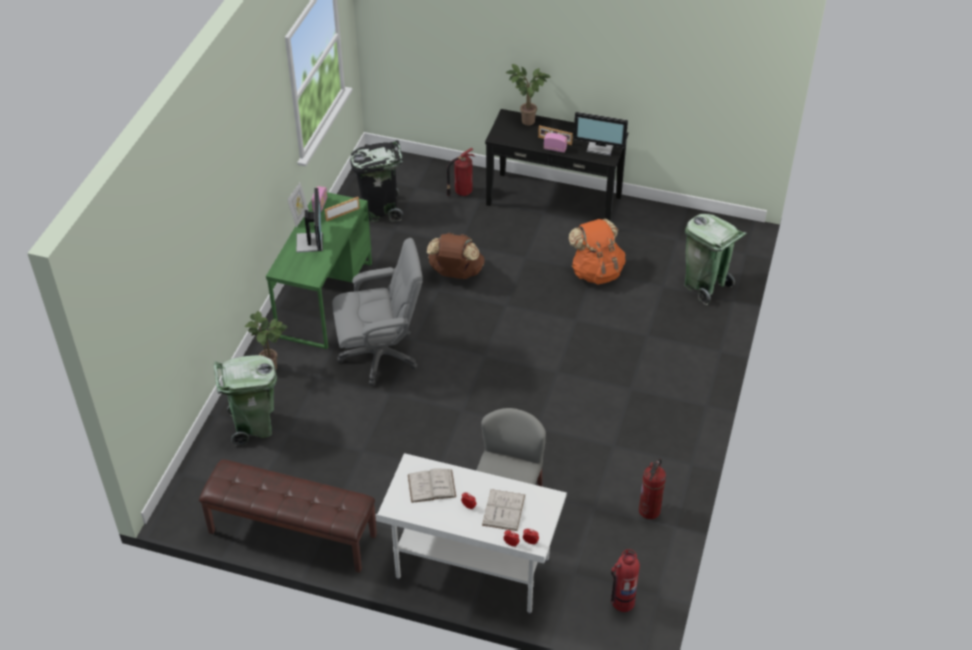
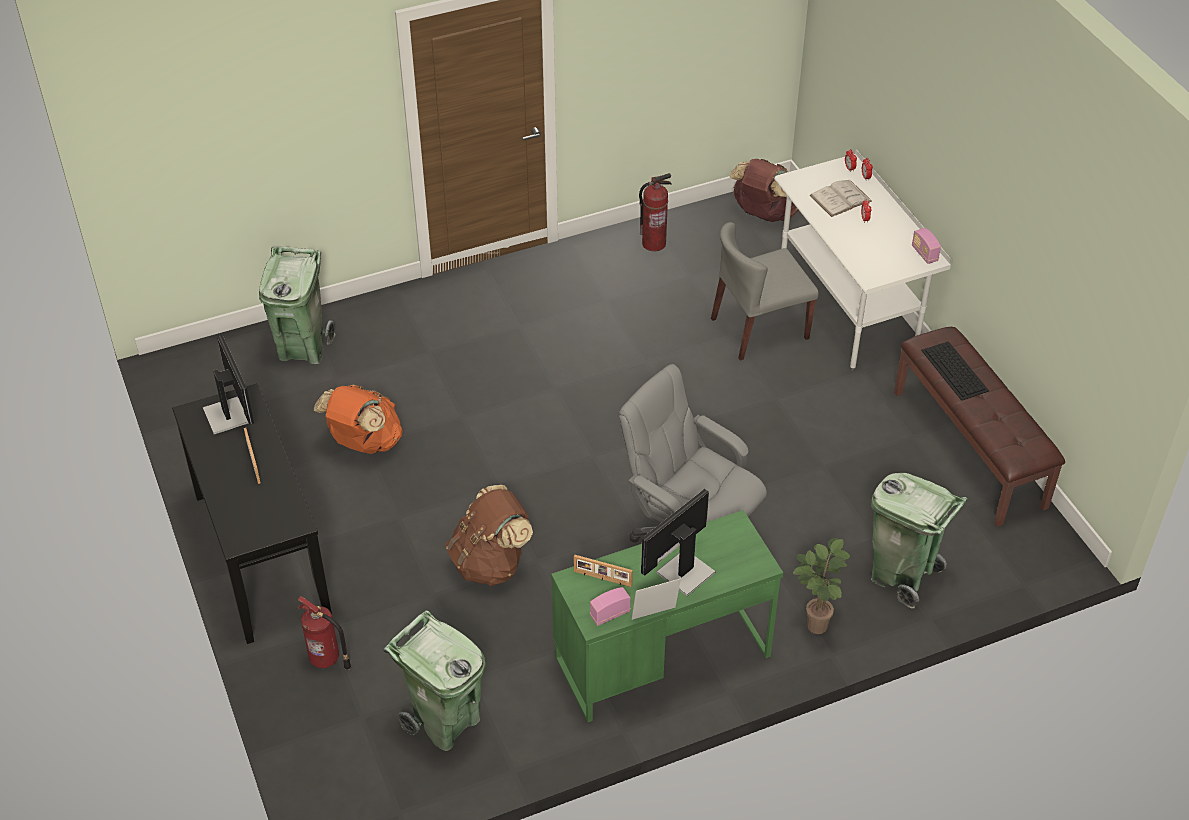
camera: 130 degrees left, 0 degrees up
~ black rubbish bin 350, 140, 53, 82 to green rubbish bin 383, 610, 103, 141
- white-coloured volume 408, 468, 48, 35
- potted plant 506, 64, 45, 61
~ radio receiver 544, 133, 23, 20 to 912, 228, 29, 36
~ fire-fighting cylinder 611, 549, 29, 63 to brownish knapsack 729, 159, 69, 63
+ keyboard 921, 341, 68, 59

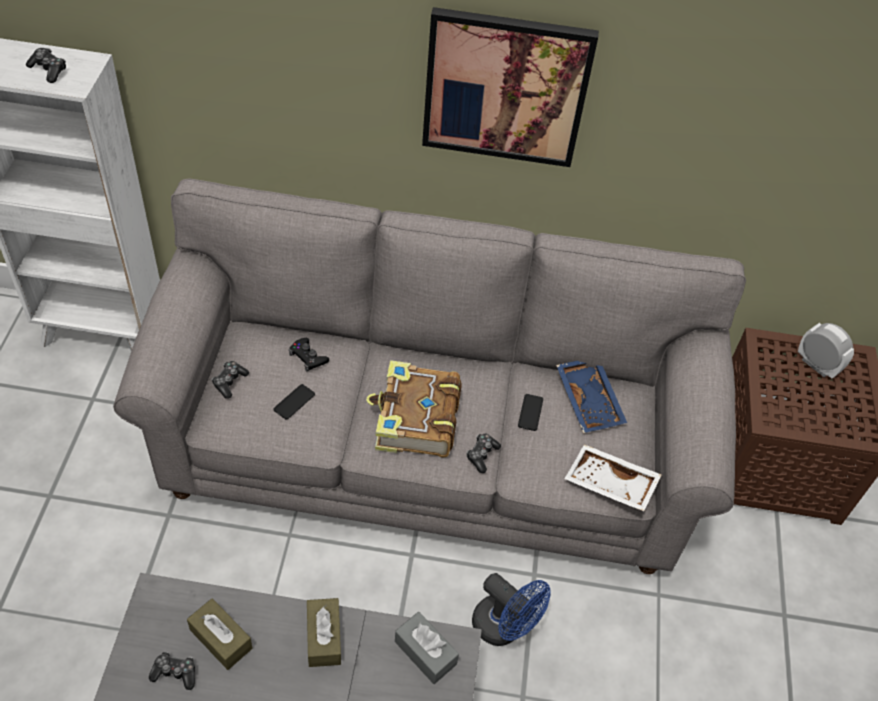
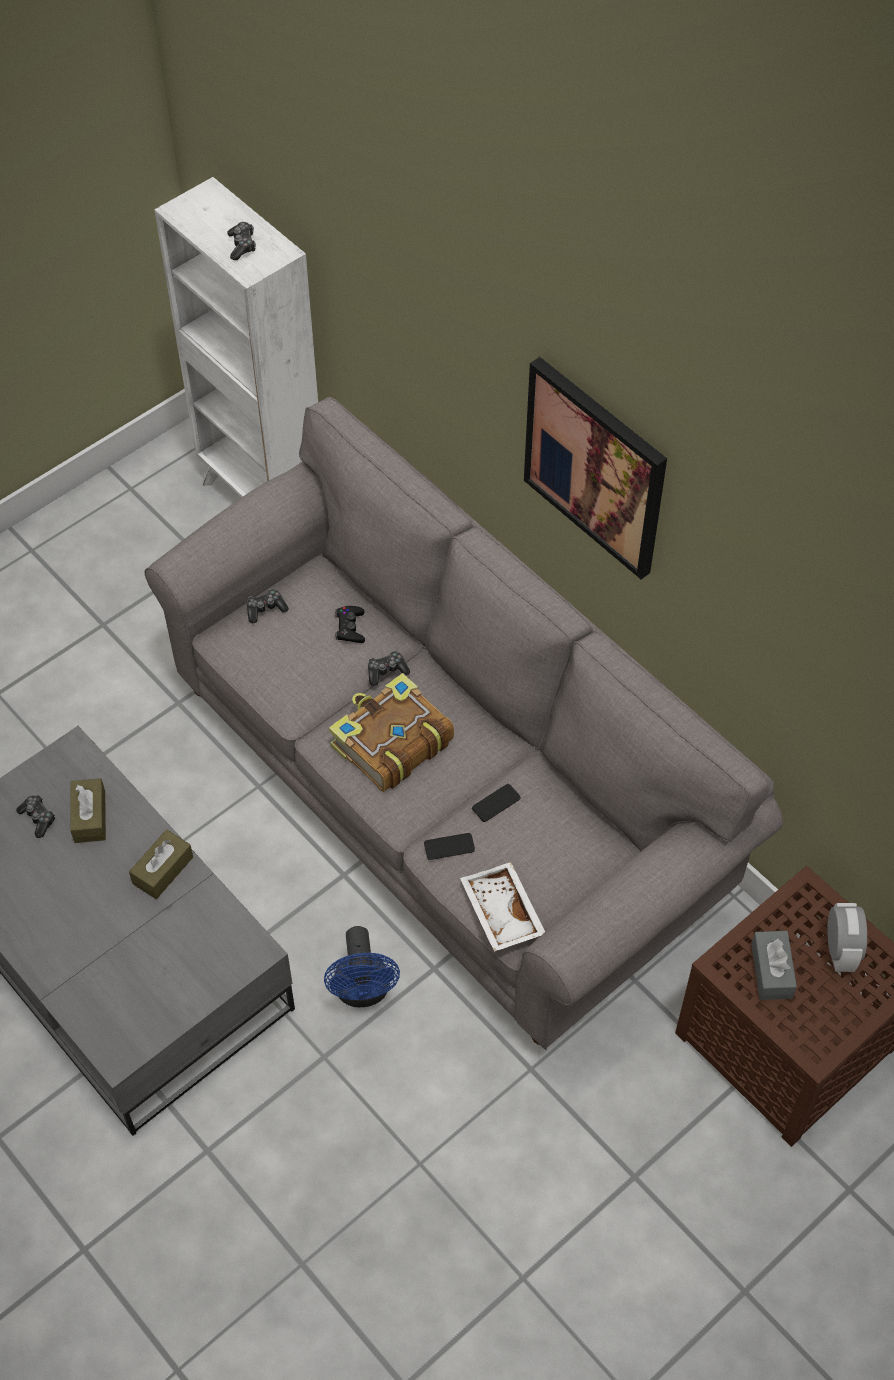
camera: 45 degrees right, 5 degrees up
~ telephone 273, 384, 42, 36 to 424, 833, 51, 27
~ grey tissue holder 395, 612, 64, 72 to 751, 931, 46, 69
~ gamepad 466, 434, 35, 39 to 368, 651, 42, 35
- bluish tray 556, 361, 71, 72

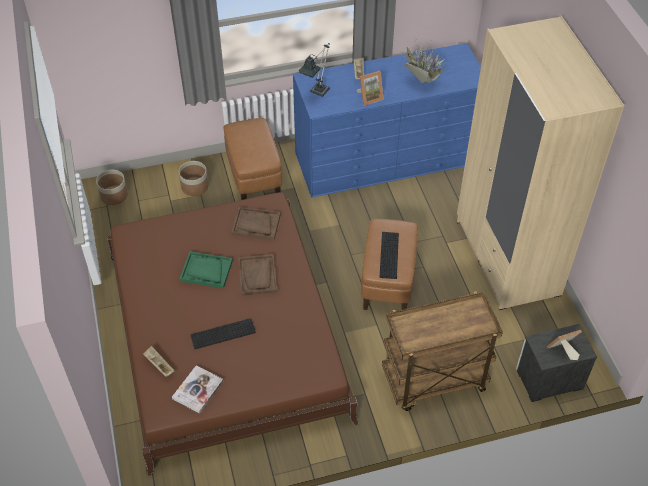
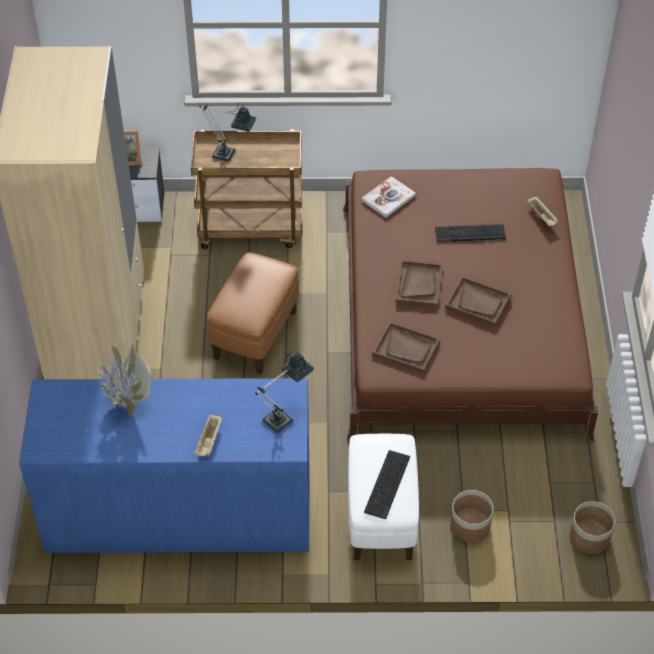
camera: 165 degrees left, 0 degrees up
~ volume 172, 365, 51, 49 to 362, 176, 54, 42
~ green tray 179, 251, 54, 37 to brownish tray 445, 276, 67, 50
~ brownish ottoman 224, 118, 58, 82 to white-coloured ottoman 348, 434, 71, 126
- standing frame 357, 71, 27, 35
~ keyboard 379, 232, 20, 47 to 364, 450, 46, 69
+ table lamp 199, 103, 57, 59

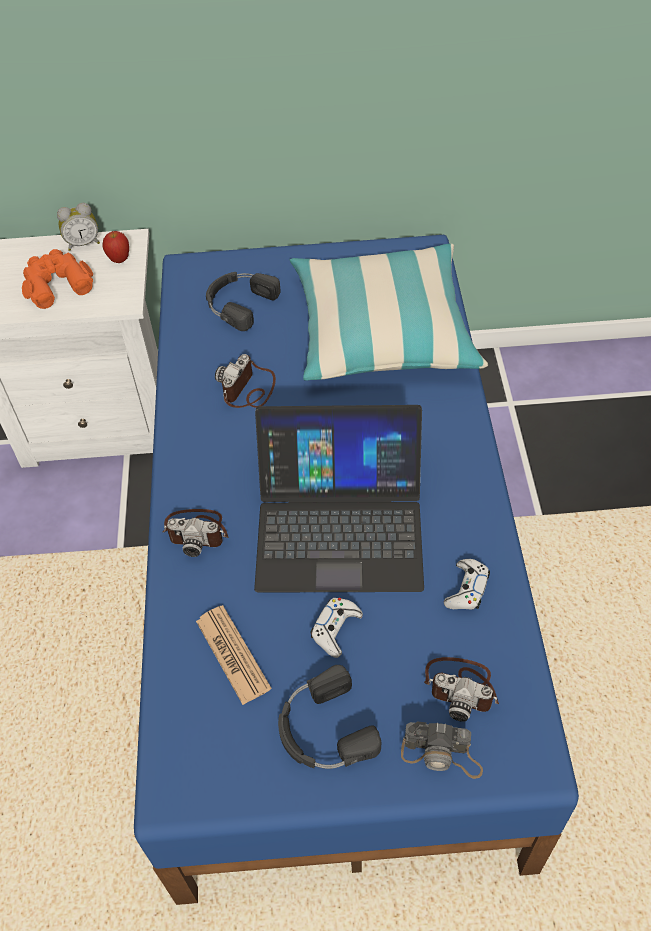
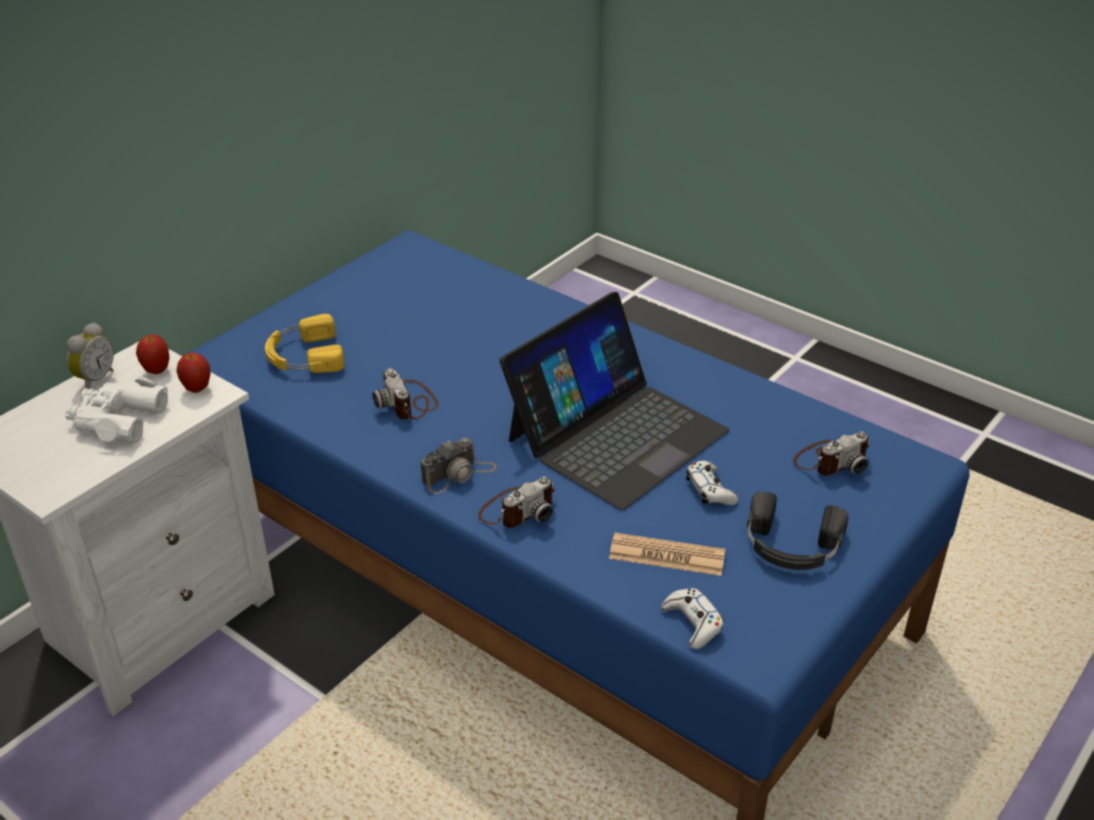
camera: 50 degrees left, 15 degrees down
~ orange-coloured pair of binoculars 22, 249, 71, 60 to white-coloured pair of binoculars 65, 377, 103, 66
~ black headphones 206, 272, 75, 59 to yellow headphones 265, 314, 79, 59
- throw pillow 290, 244, 198, 137
~ still camera 401, 721, 82, 58 to 421, 437, 76, 57
~ white-coloured gamepad 444, 559, 46, 50 to 661, 588, 63, 61
+ apple fruit 176, 353, 35, 40

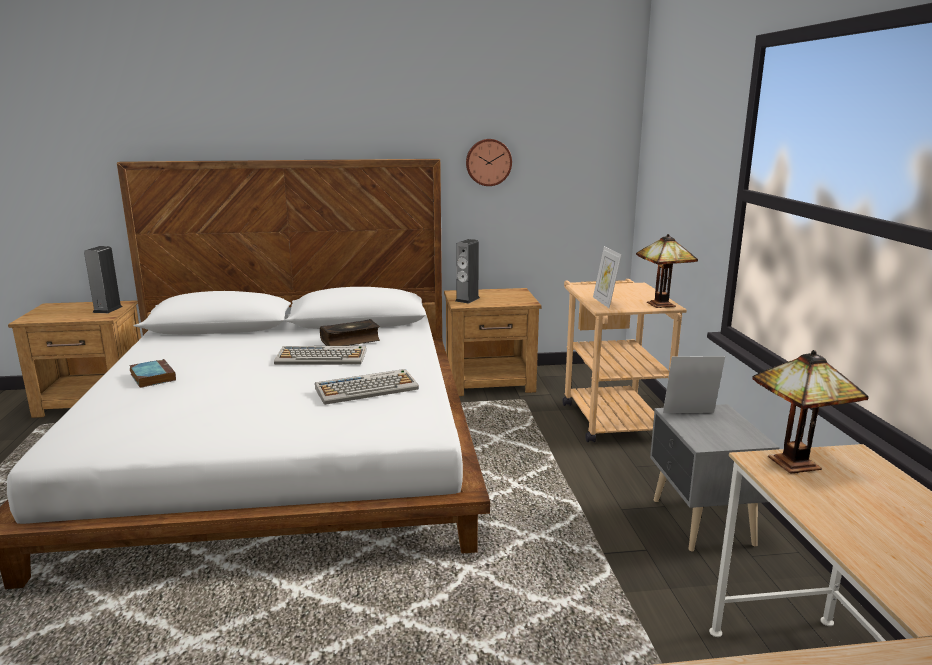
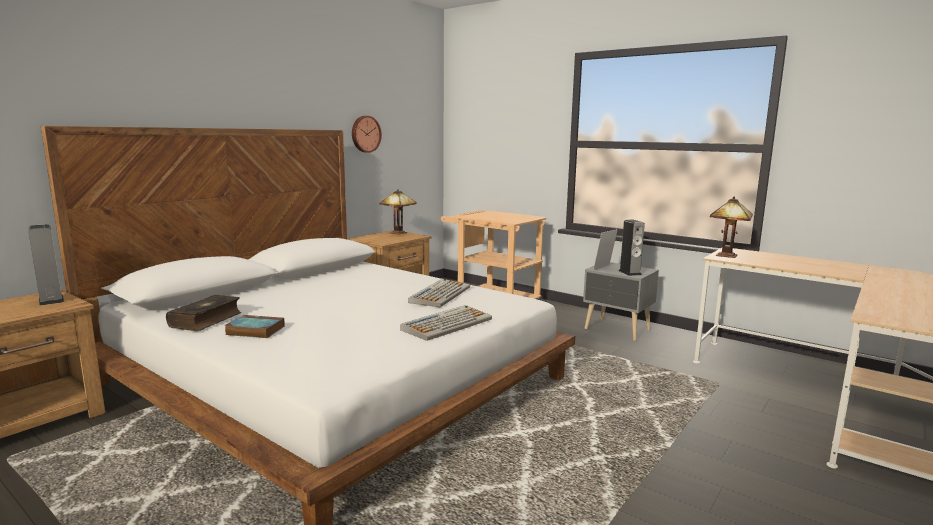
camera: 45 degrees left, 5 degrees down
~ keyboard 274, 346, 92, 19 to 400, 305, 92, 36
~ volume 320, 319, 60, 27 to 166, 295, 75, 36
~ audio speaker 455, 239, 25, 65 to 619, 220, 26, 56
- standing frame 593, 246, 29, 62
~ table lamp 636, 234, 62, 74 to 379, 189, 38, 46

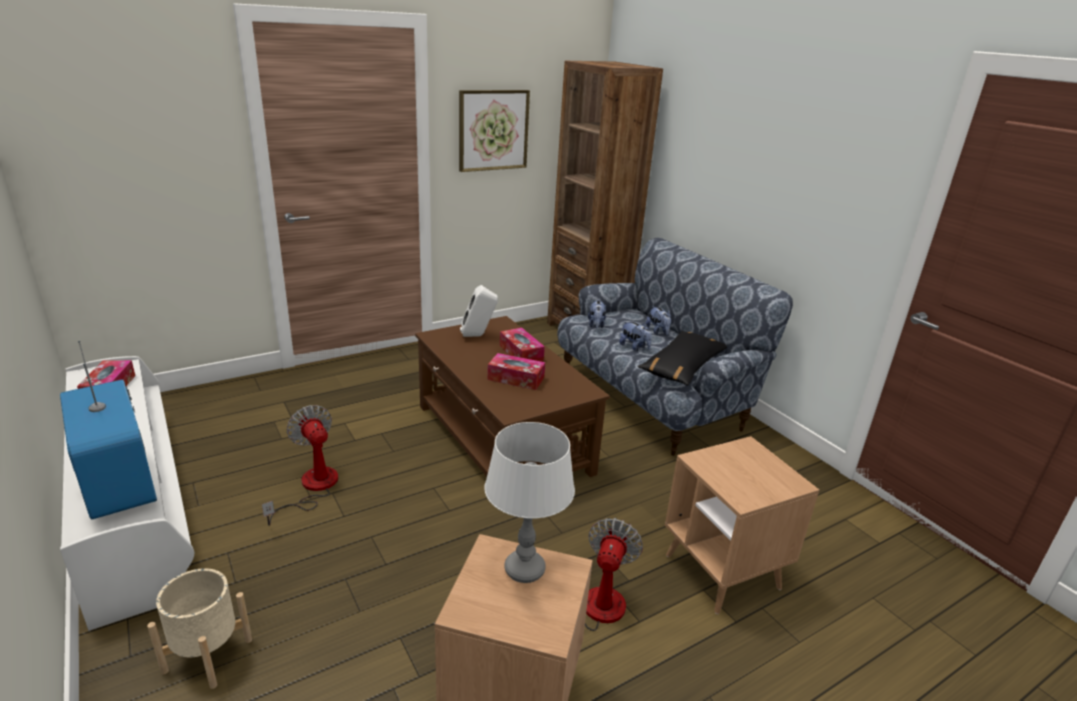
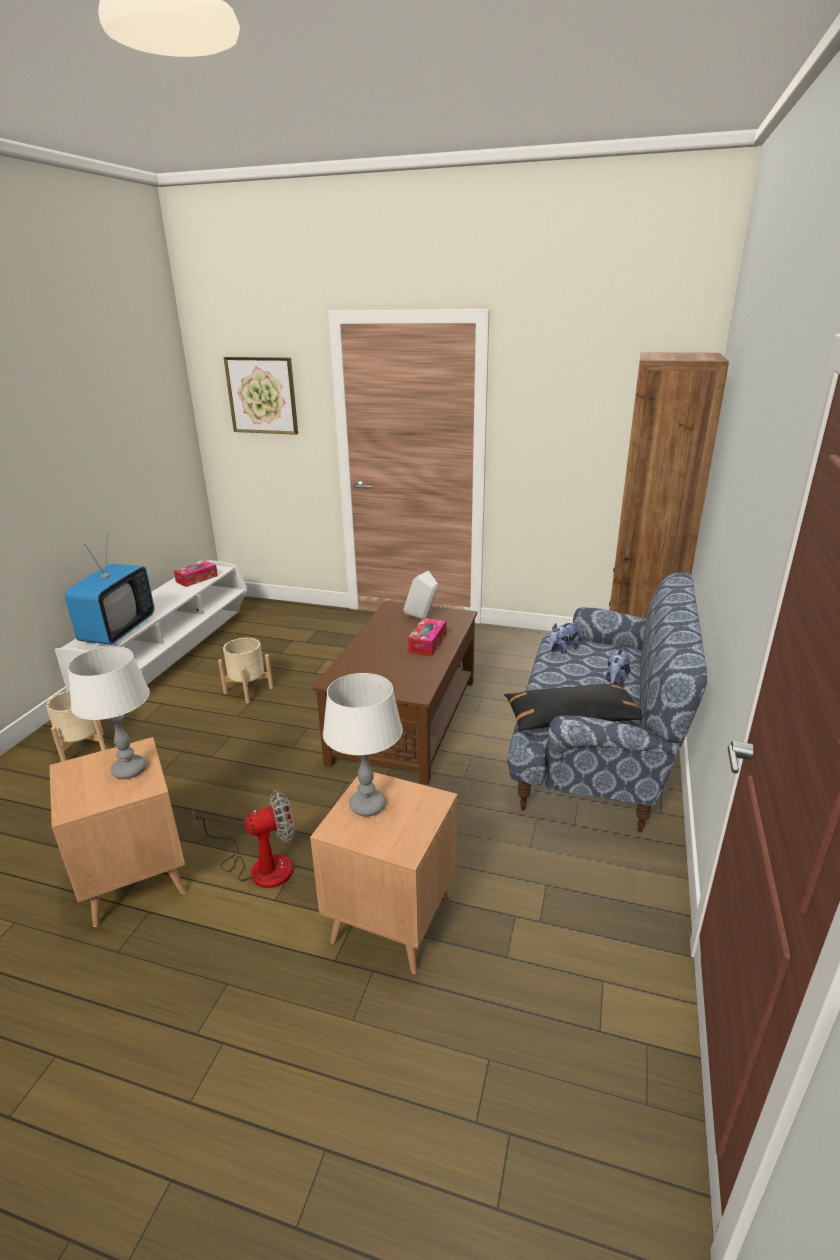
camera: 50 degrees right, 0 degrees up
~ fan 262, 405, 76, 121 to sand-coloured planter 218, 637, 55, 67
~ picture 459, 90, 71, 82 to 224, 357, 74, 78
- tissue holder 488, 353, 57, 37
- plush toy 619, 321, 33, 30
+ white-coloured table lamp 323, 673, 79, 143

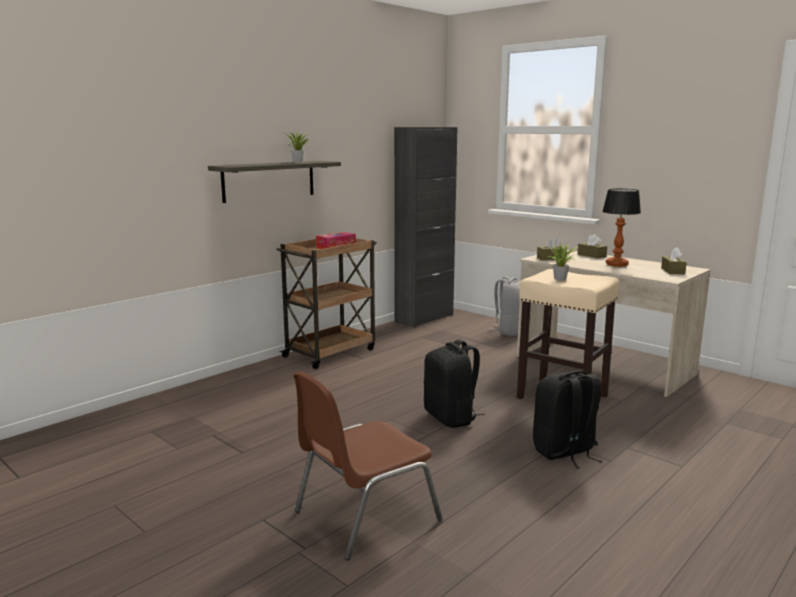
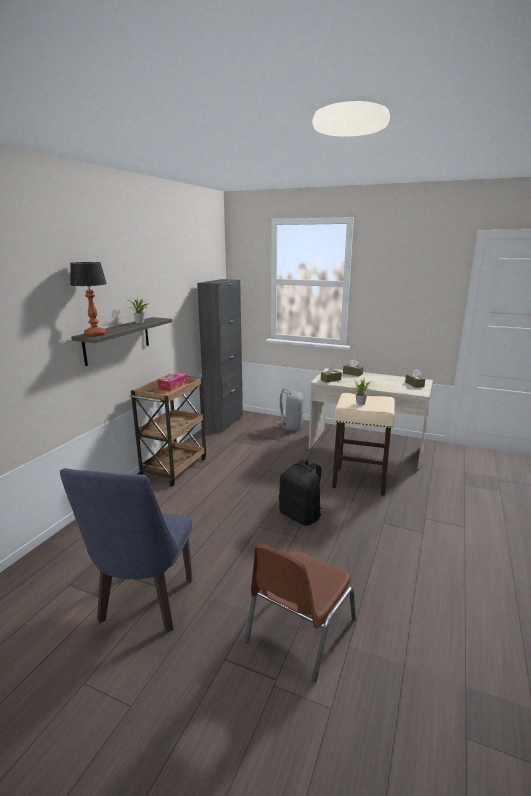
camera: 20 degrees left, 5 degrees up
- black knapsack 533, 371, 69, 98
~ table lamp 602, 189, 39, 78 to 70, 262, 37, 74
+ bluish plain chair 60, 468, 132, 165

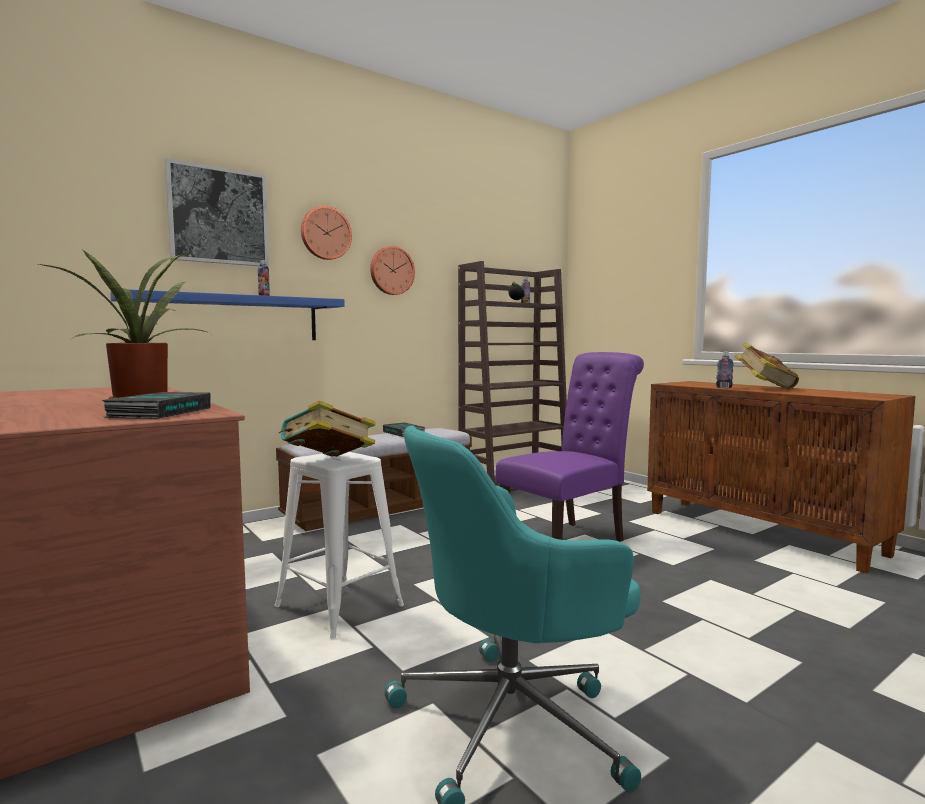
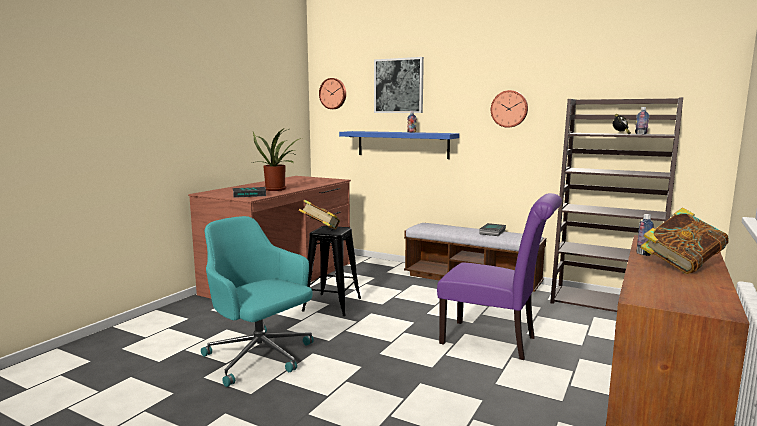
camera: 65 degrees right, 5 degrees up
~ white-coloured stool 274, 452, 130, 186 to black stool 302, 226, 59, 90
~ clock on the wall 301, 206, 51, 54 to 319, 78, 27, 31

